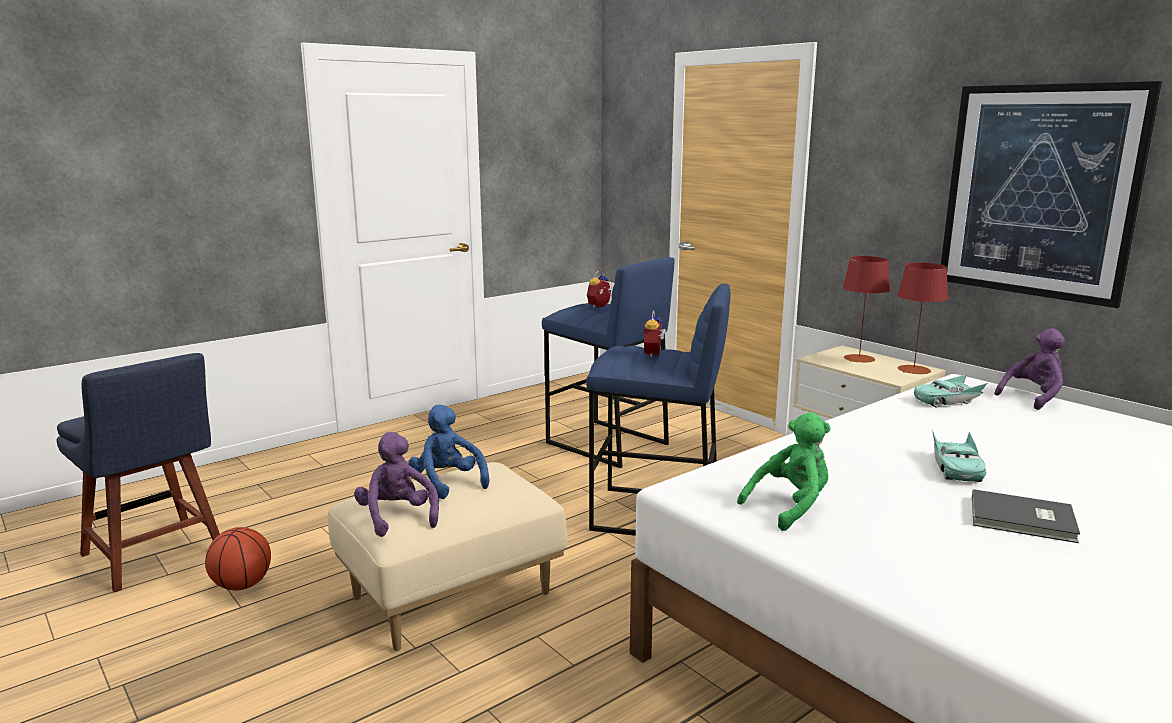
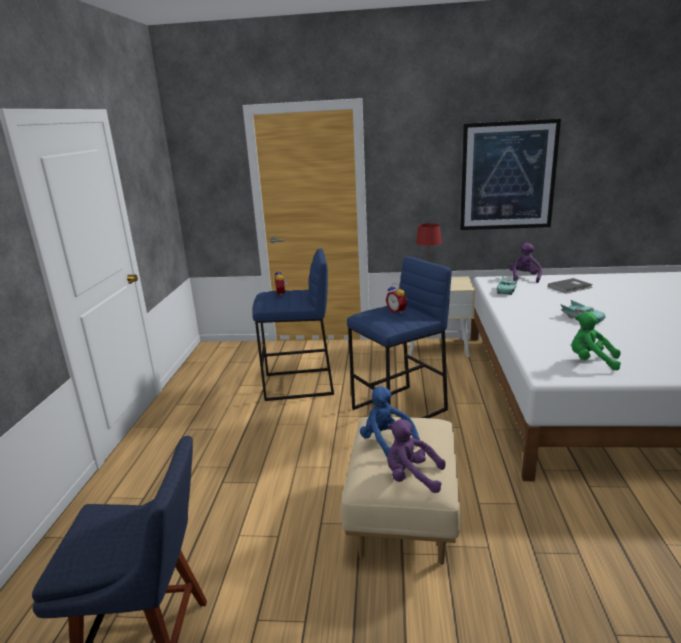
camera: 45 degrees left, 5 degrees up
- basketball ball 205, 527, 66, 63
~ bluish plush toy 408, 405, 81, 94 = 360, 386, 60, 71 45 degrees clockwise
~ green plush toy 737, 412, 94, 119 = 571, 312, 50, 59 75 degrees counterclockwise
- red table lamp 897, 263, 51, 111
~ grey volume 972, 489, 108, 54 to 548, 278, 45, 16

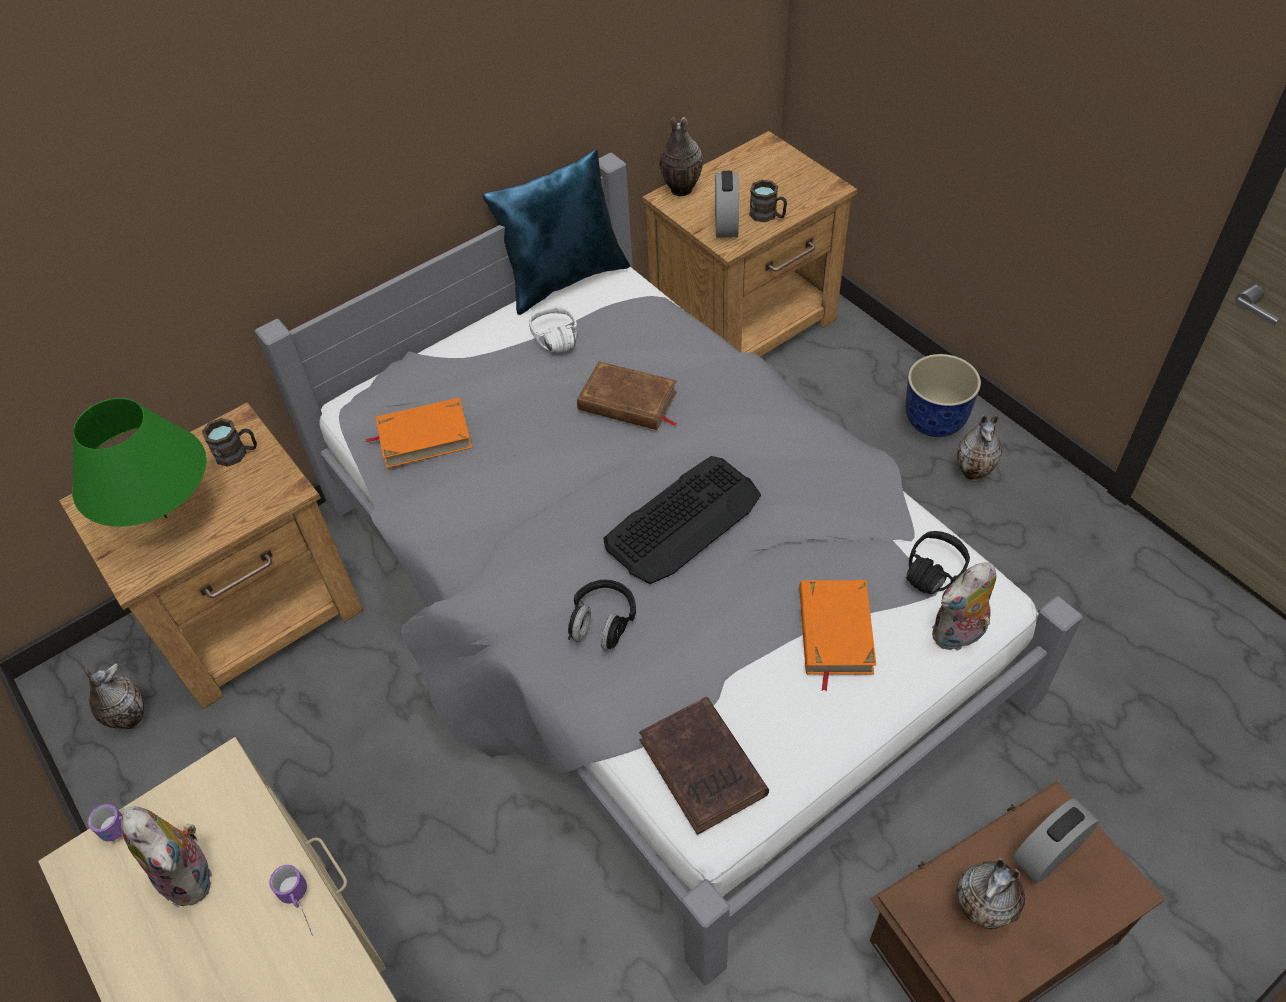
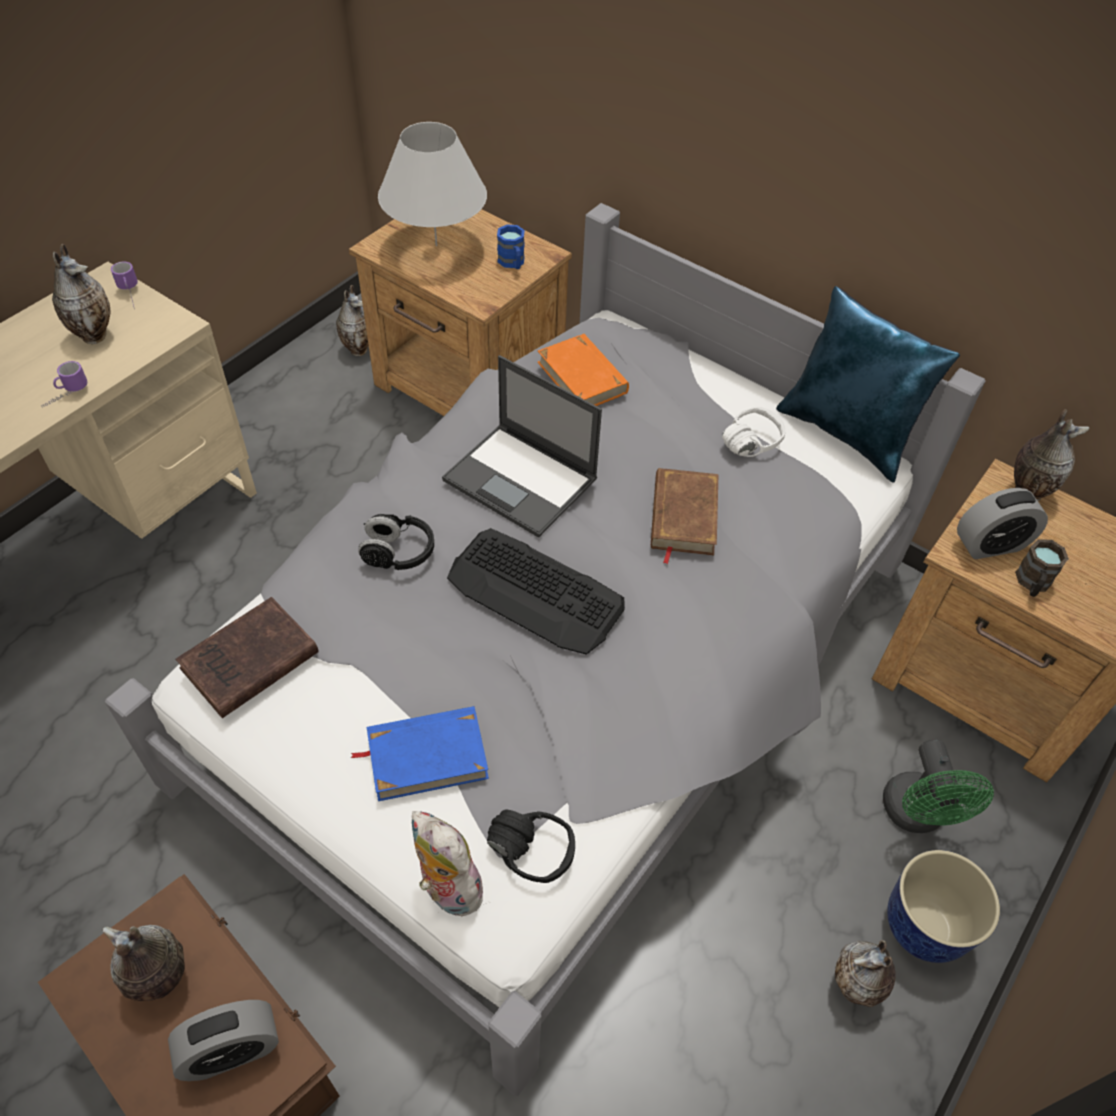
camera: 70 degrees right, 0 degrees up
~ green table lamp 72, 398, 135, 129 to white-coloured table lamp 378, 122, 109, 124
~ plush toy 121, 806, 91, 102 to vase 52, 244, 59, 100
~ brownish coffee mug 202, 418, 55, 49 to bluish coffee mug 497, 225, 28, 44
~ orange-coloured volume 799, 580, 77, 112 to bluish volume 351, 706, 138, 95
~ bedside clock 1013, 798, 86, 85 = 168, 1000, 111, 81 120 degrees clockwise
+ notebook computer 442, 355, 160, 183
+ green fan 883, 739, 111, 94

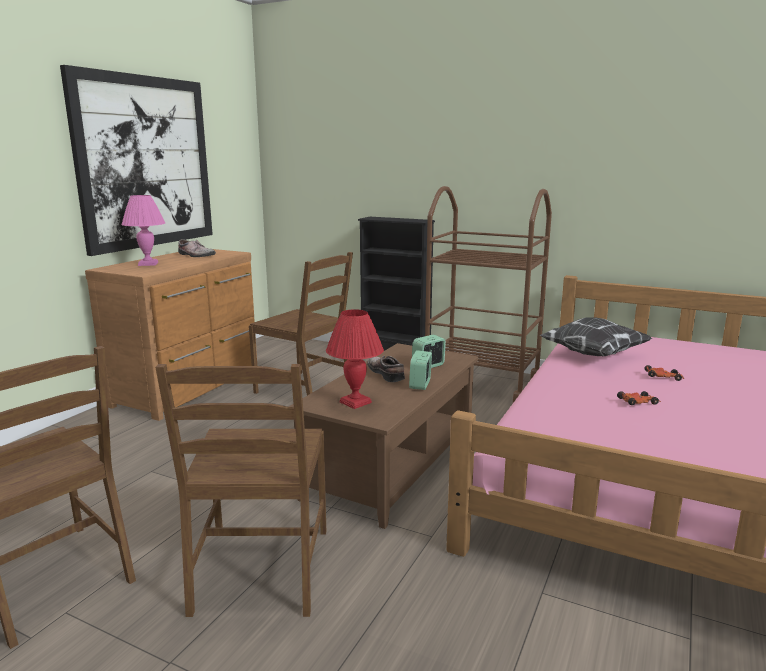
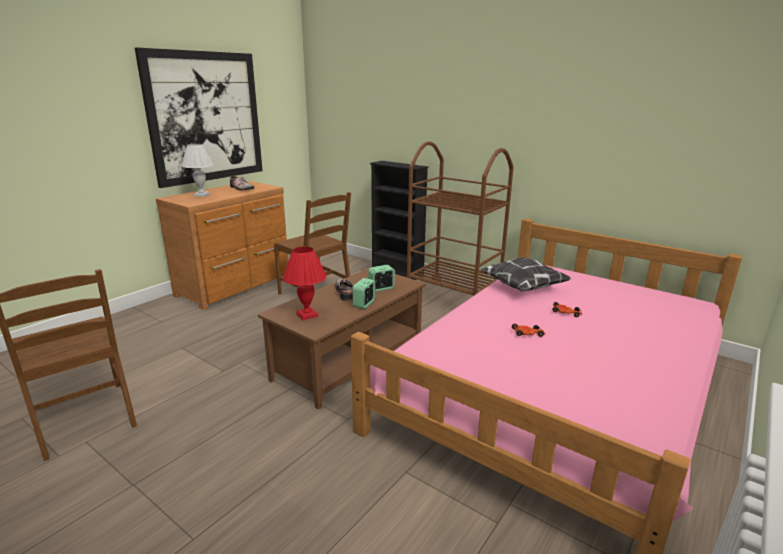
camera: 10 degrees right, 5 degrees up
~ pink table lamp 121, 195, 44, 71 to white-coloured table lamp 181, 144, 33, 53
- brownish plain chair 155, 364, 171, 253

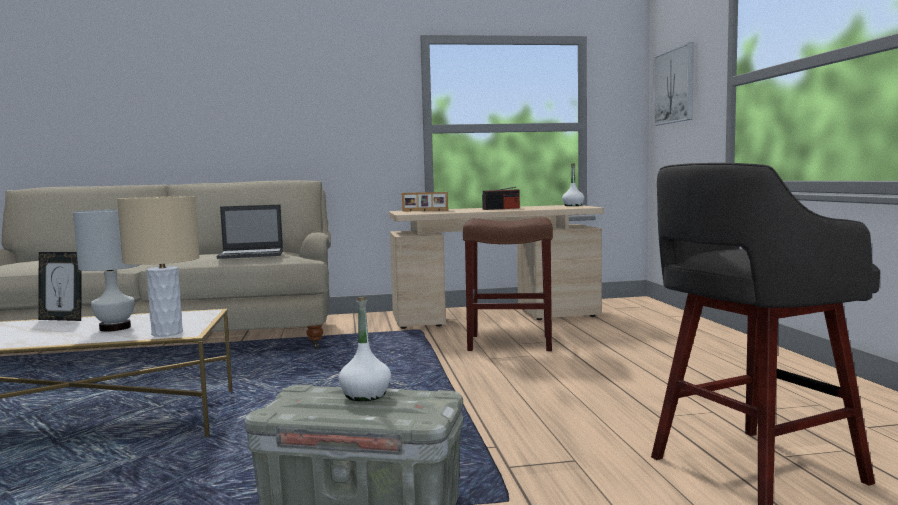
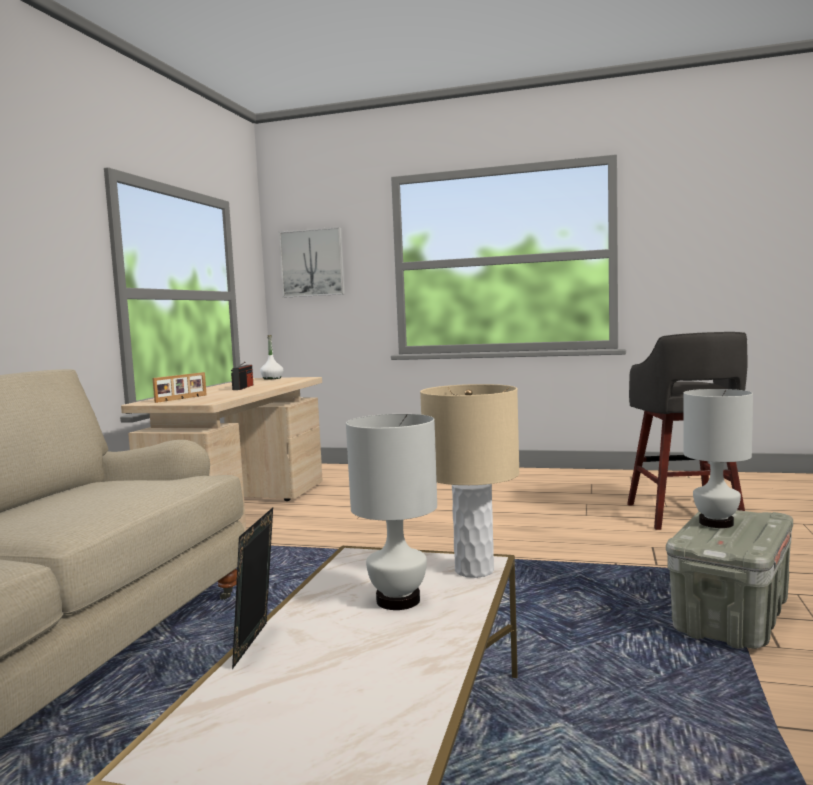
camera: 65 degrees left, 0 degrees up
~ standing frame 38, 252, 44, 69 = 232, 508, 41, 161 150 degrees clockwise
- notebook computer 216, 205, 67, 54
~ white-coloured beverage bottle 338, 297, 53, 104 to white-coloured table lamp 683, 389, 70, 139
- brownish stool 463, 217, 90, 134

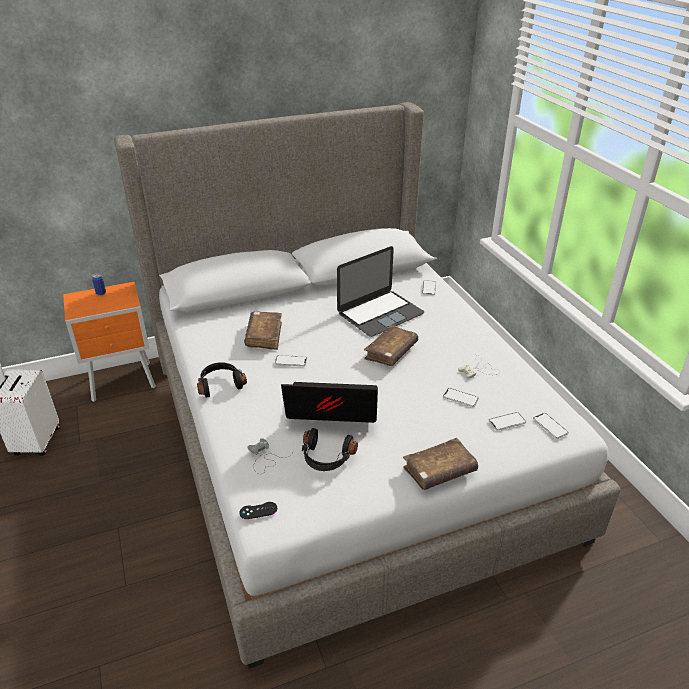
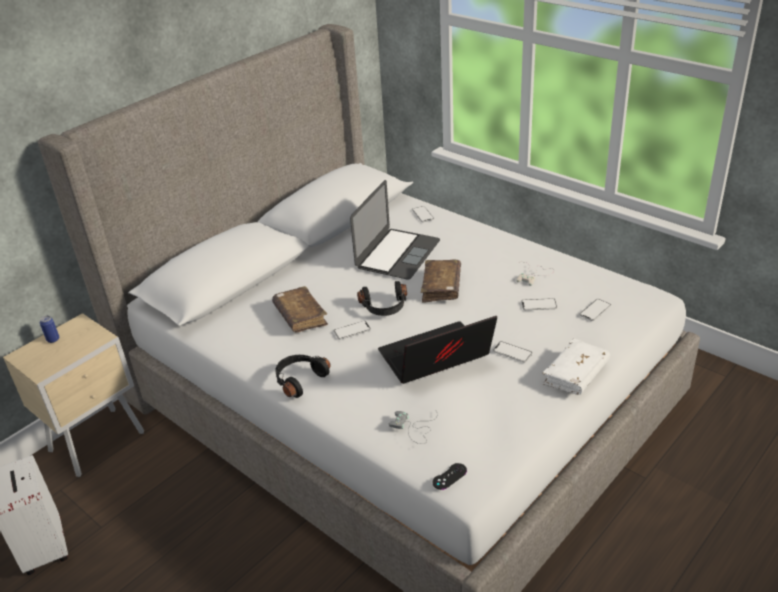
camera: 25 degrees left, 0 degrees up
~ orange-coloured bedside table 63, 282, 93, 120 to sand-coloured bedside table 3, 313, 141, 164
~ black headphones 302, 428, 56, 43 to 357, 281, 50, 35
~ brownish volume 403, 438, 75, 52 to white-coloured volume 542, 339, 68, 56
~ telephone 533, 413, 36, 26 to 493, 341, 40, 21

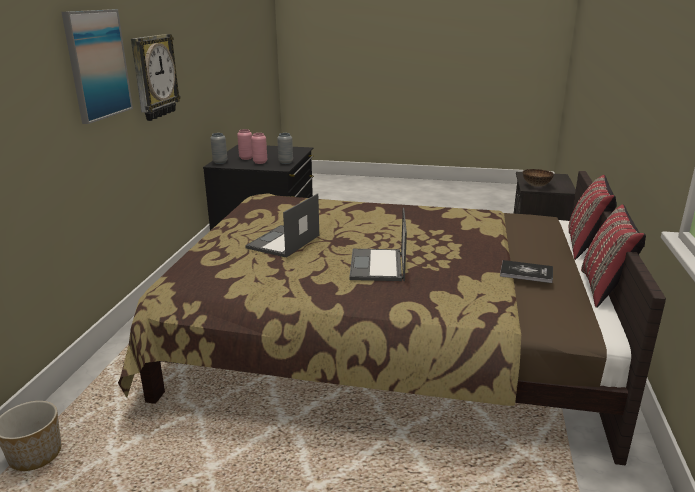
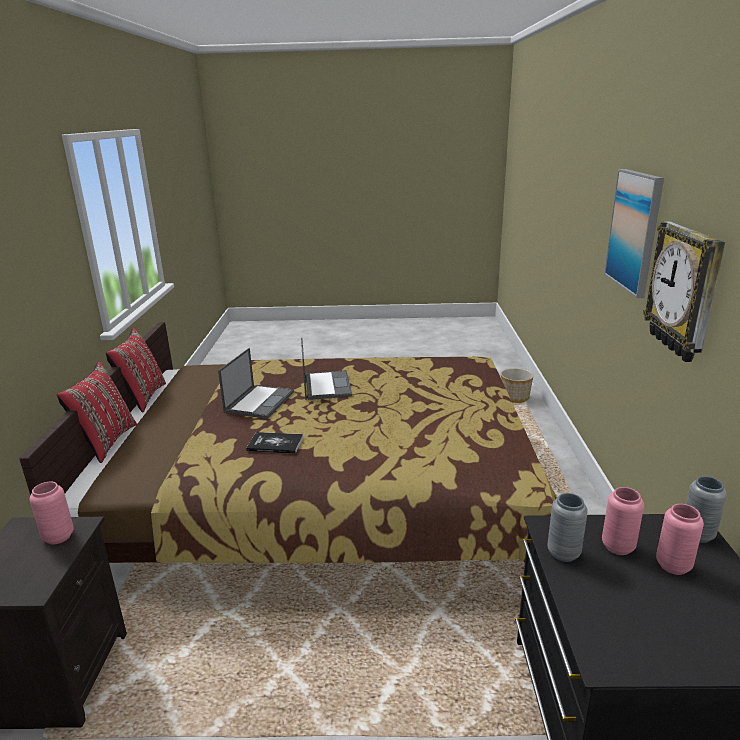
camera: 170 degrees right, 0 degrees up
~ notebook computer 245, 193, 74, 65 to 218, 348, 76, 71
~ volume 500, 260, 53, 23 to 246, 432, 57, 22
~ serving bowl 523, 169, 31, 18 to pink vase 29, 482, 45, 62

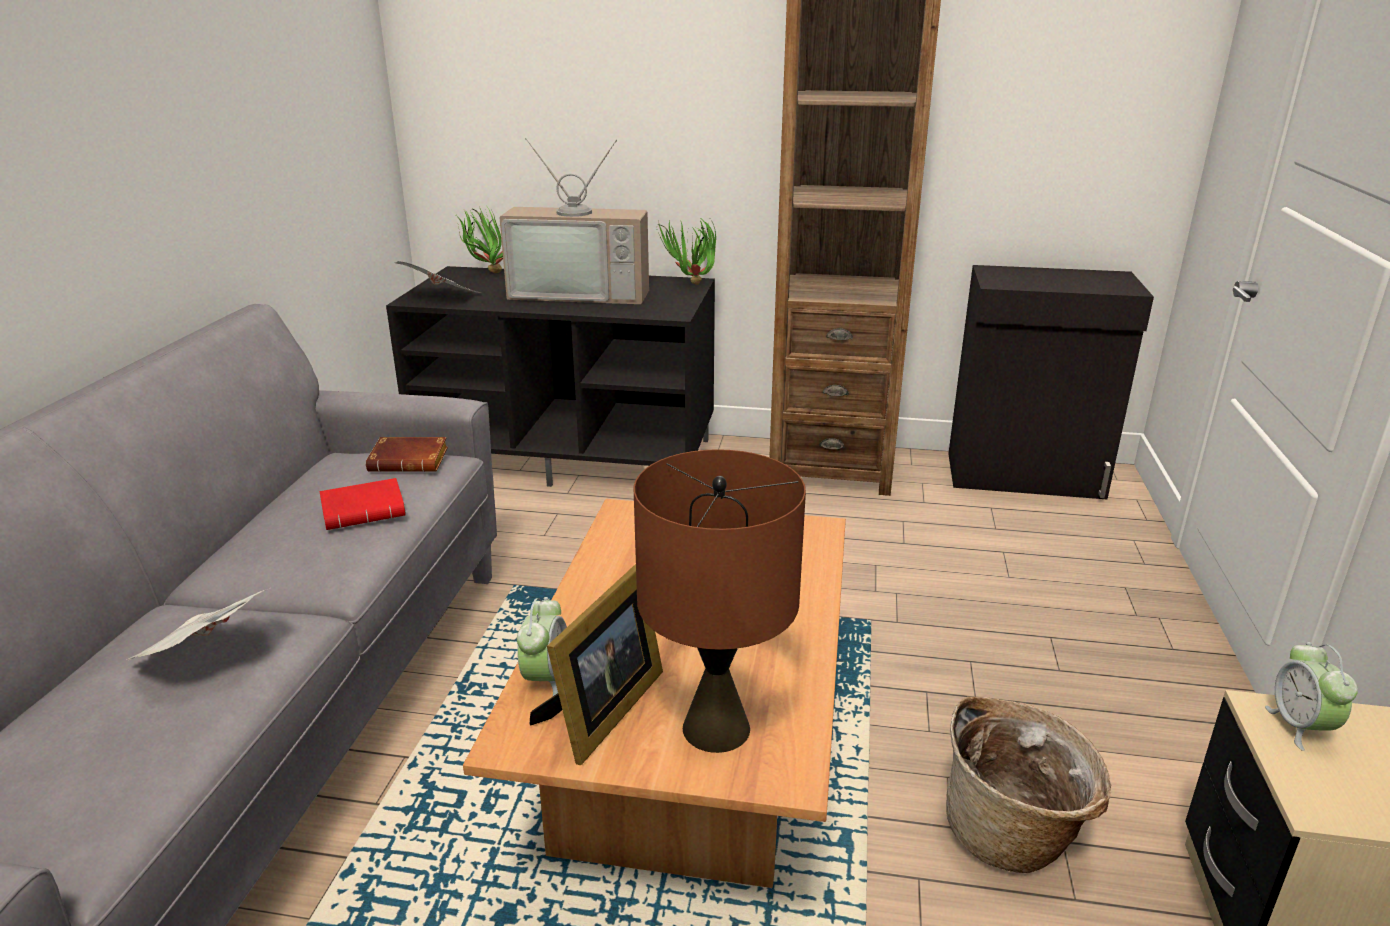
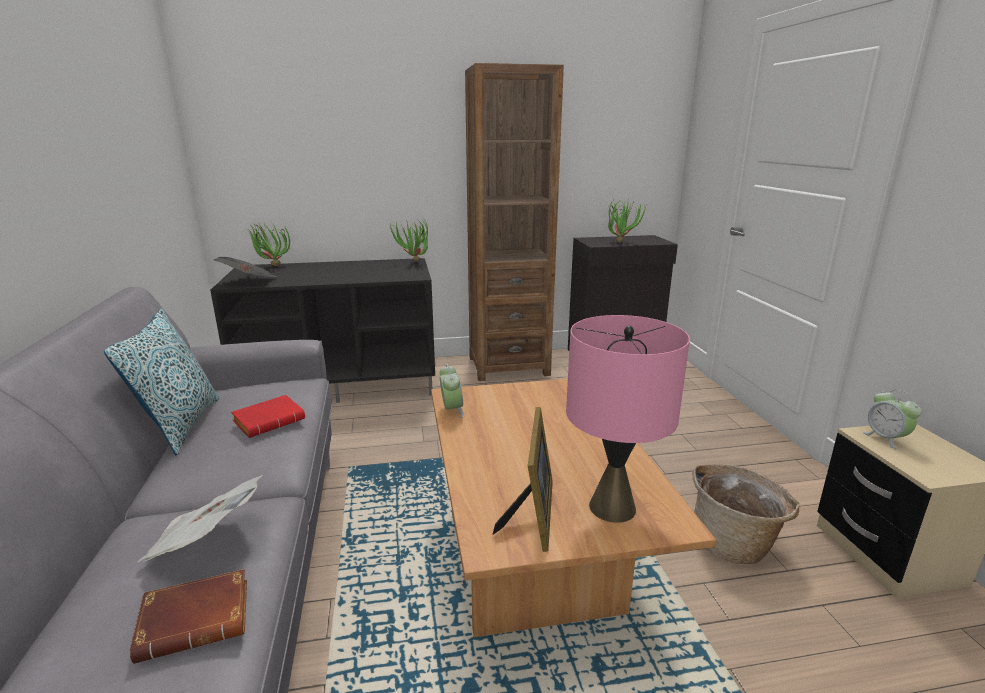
camera: 20 degrees left, 5 degrees down
~ brownish volume 366, 437, 82, 35 to 130, 569, 117, 95
- TV 499, 138, 150, 166
~ bedside clock 517, 597, 50, 99 to 440, 363, 24, 54
~ brownish table lamp 633, 449, 173, 304 to pink table lamp 566, 315, 124, 208
+ throw pillow 104, 308, 115, 147
+ potted plant 608, 197, 38, 46

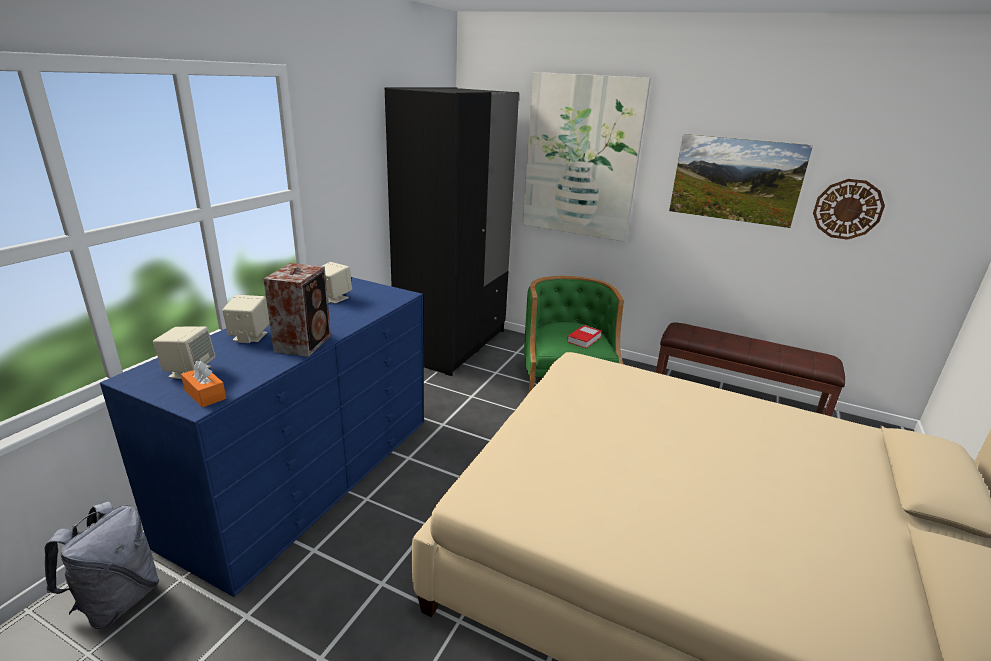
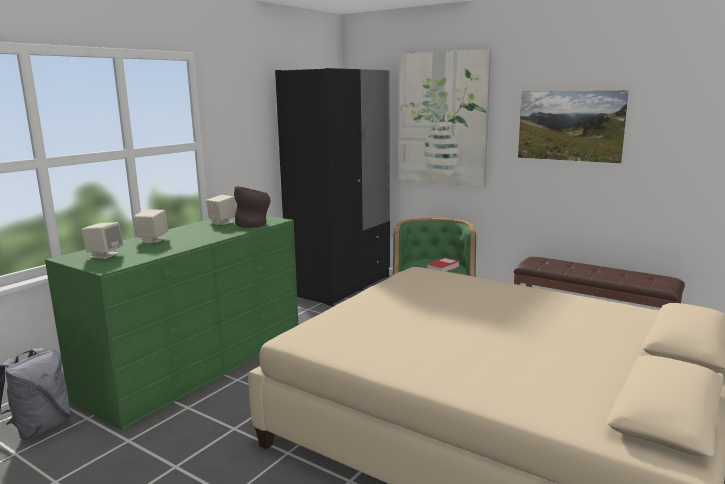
camera: 10 degrees right, 10 degrees down
~ bluish dresser 100, 277, 324, 320 to green dresser 45, 216, 253, 214
- orange-coloured tissue holder 181, 361, 45, 46
- audio speaker 263, 263, 68, 94
- clock on the wall 813, 179, 72, 61
+ brownish vase 234, 186, 37, 42

